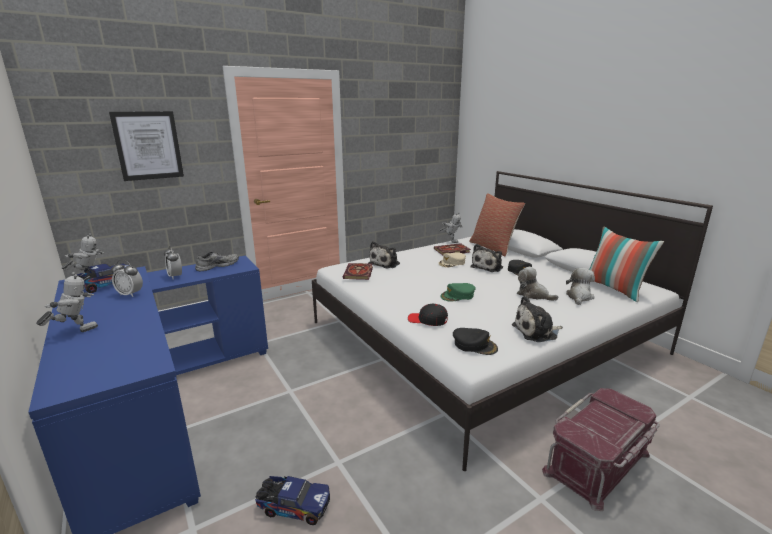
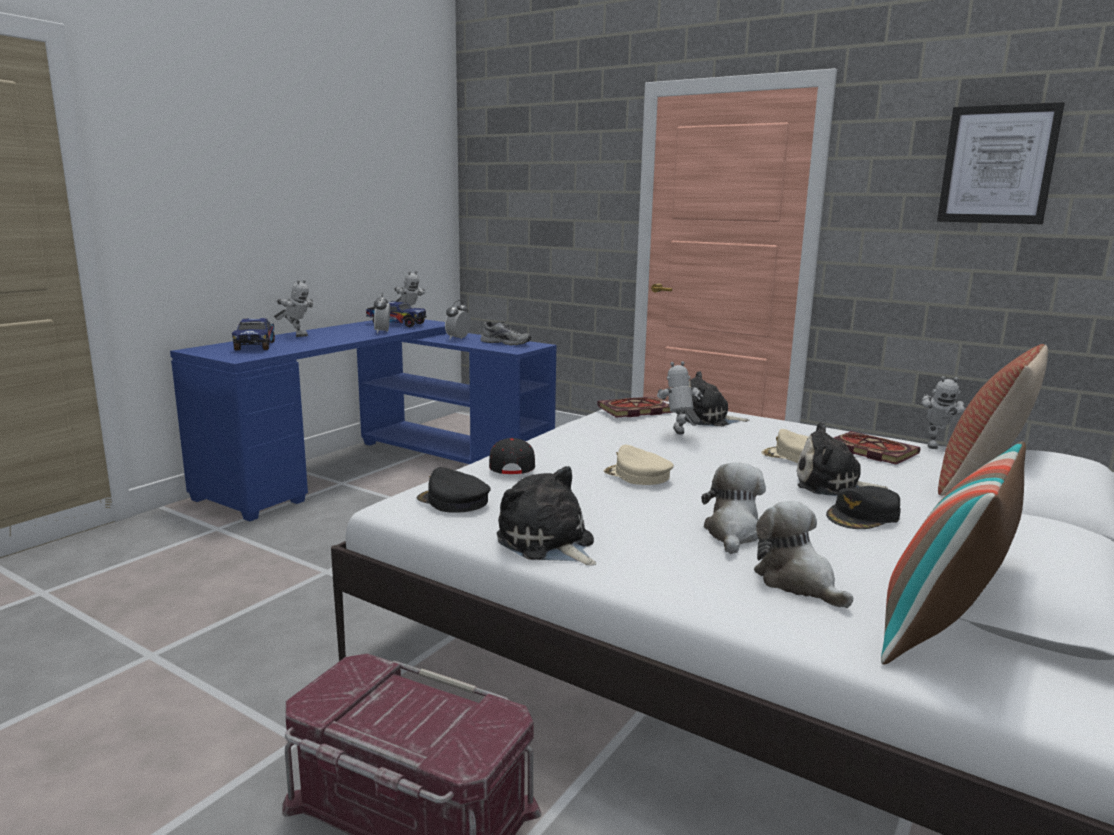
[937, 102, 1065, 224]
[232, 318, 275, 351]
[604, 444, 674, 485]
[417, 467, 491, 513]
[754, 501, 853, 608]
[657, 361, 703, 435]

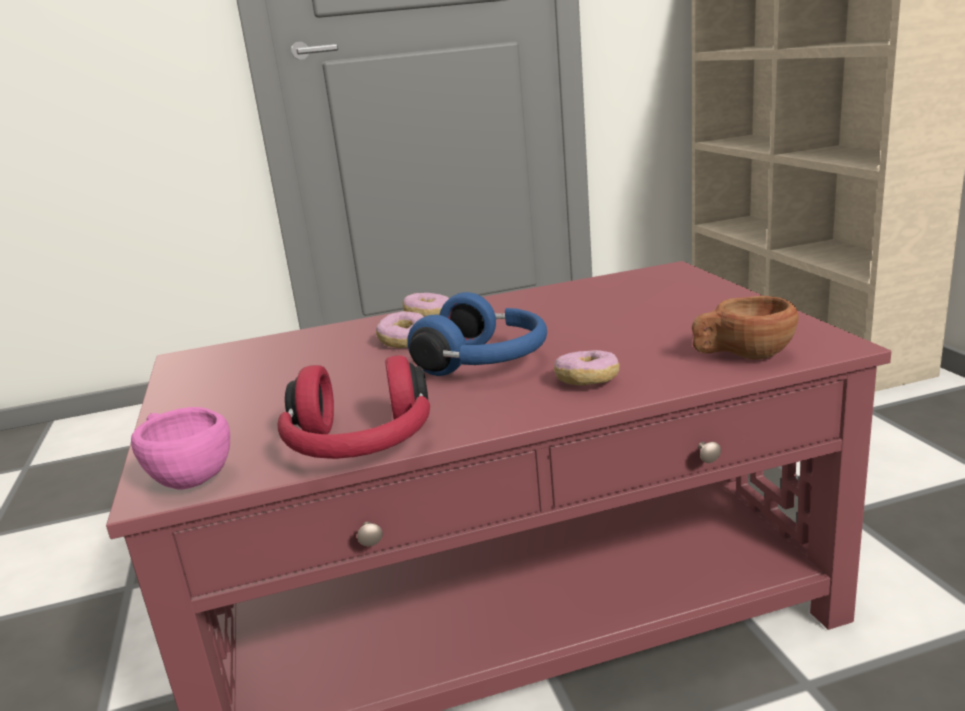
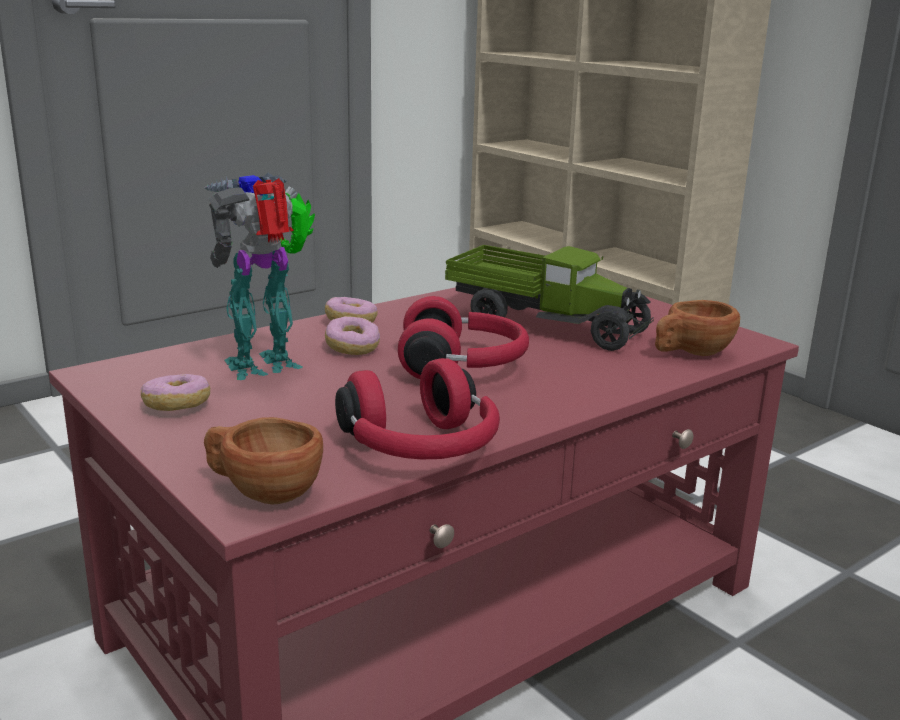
[204, 417, 323, 505]
[398, 296, 529, 379]
[141, 374, 210, 411]
[204, 173, 315, 380]
[445, 245, 654, 351]

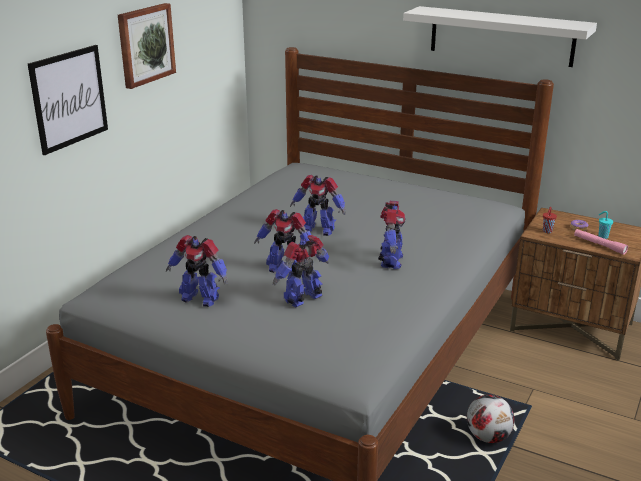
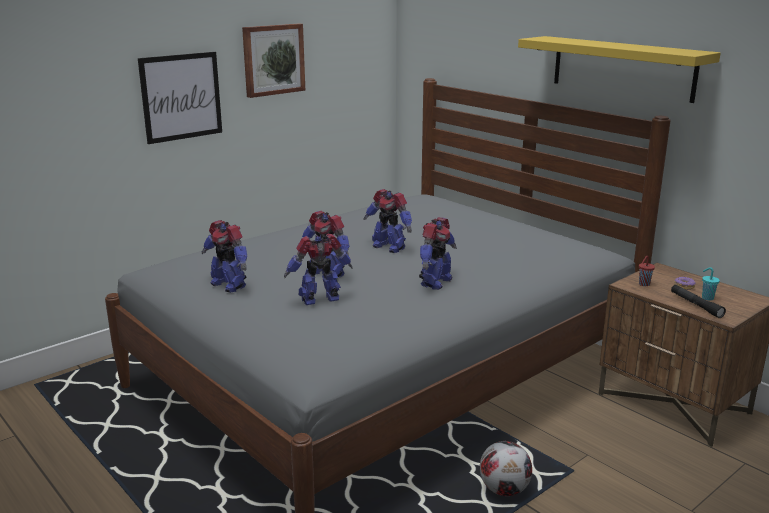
[518, 36, 721, 103]
[671, 285, 726, 318]

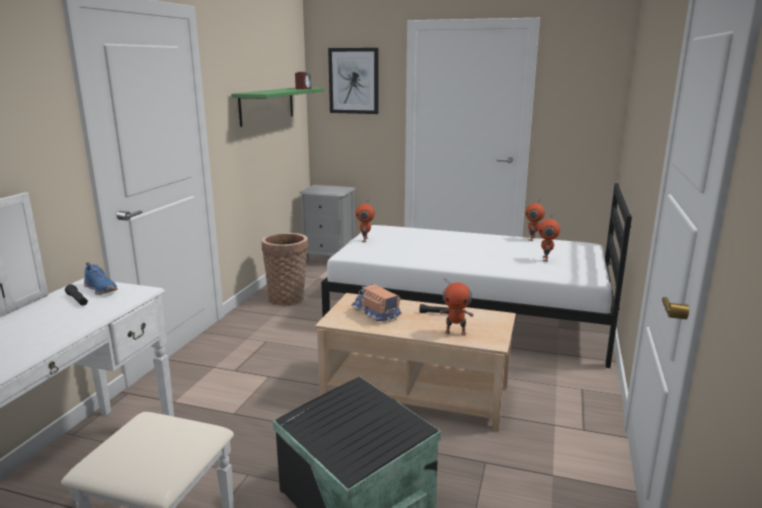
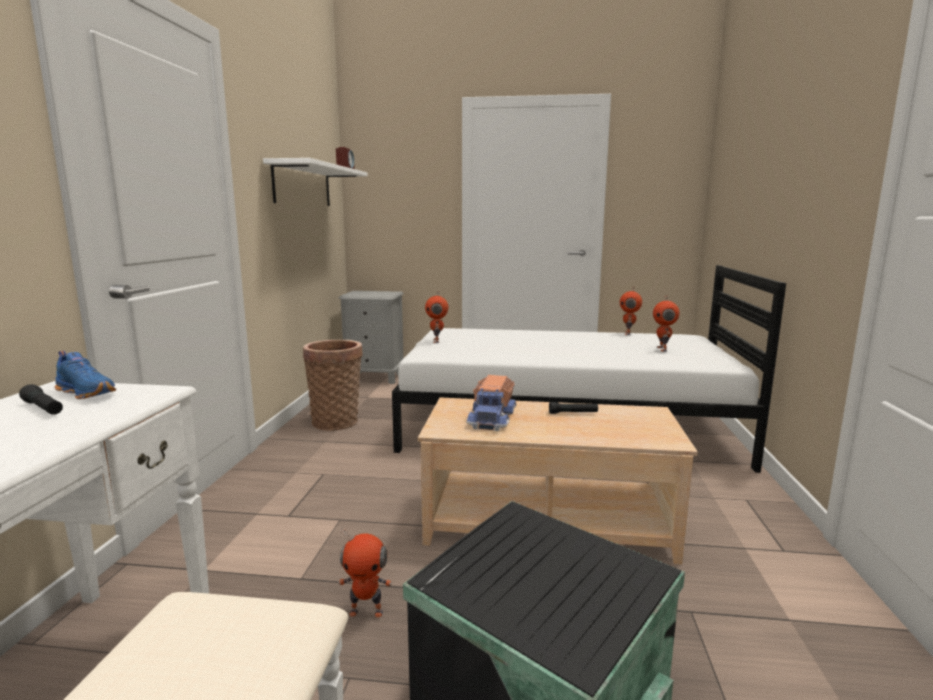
[263, 158, 368, 206]
[328, 48, 379, 114] (first image)
[466, 375, 516, 431]
[338, 527, 392, 617]

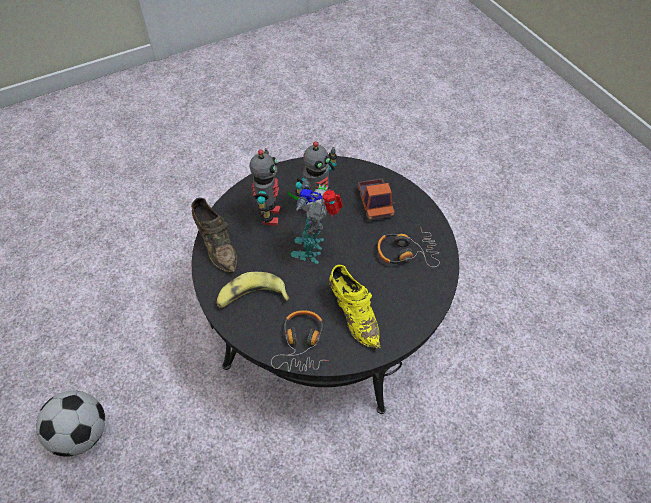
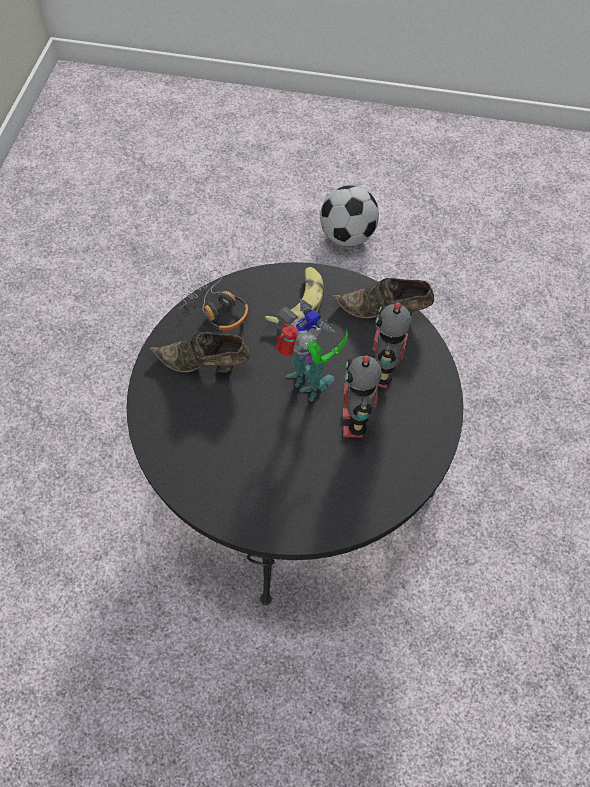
[372, 302, 412, 388]
[150, 332, 250, 373]
[358, 178, 395, 221] (first image)
[377, 226, 440, 267] (first image)

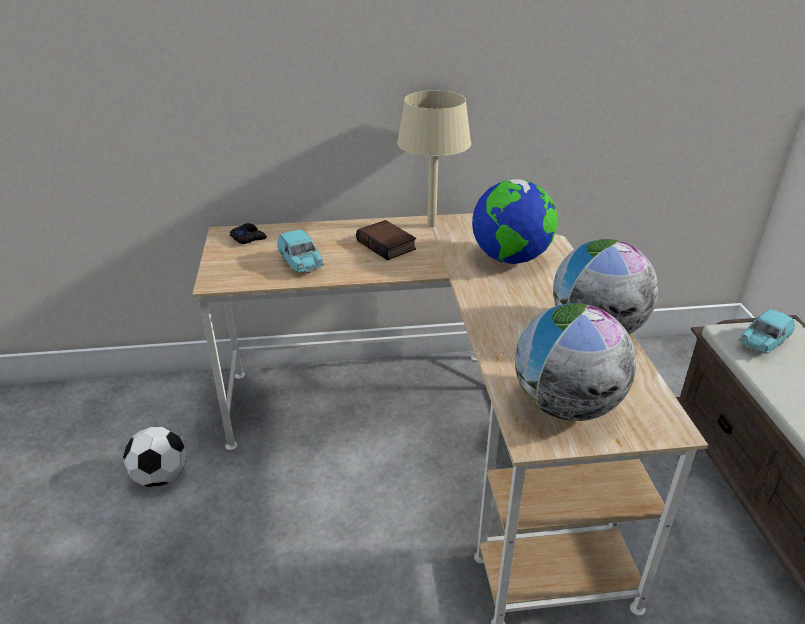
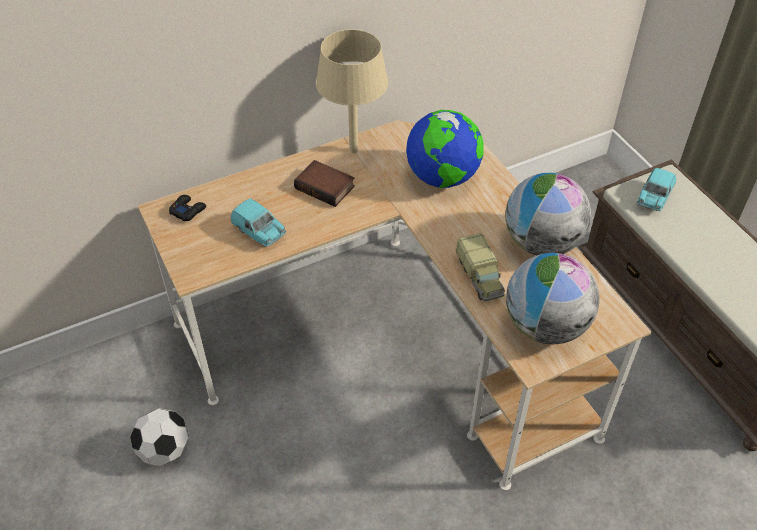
[456, 233, 505, 301]

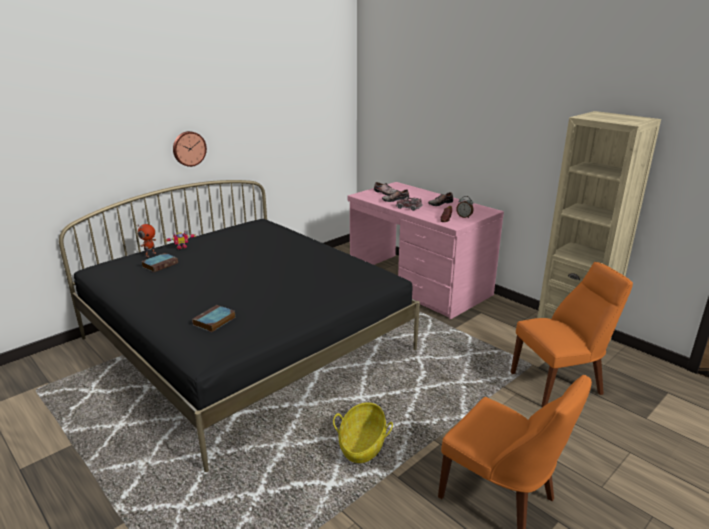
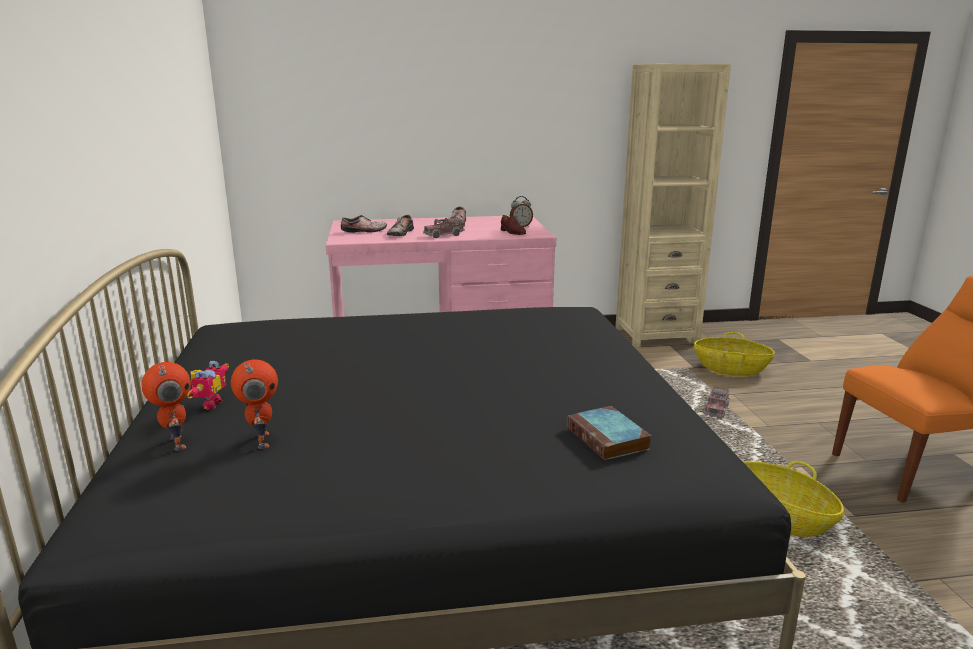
[231, 359, 278, 449]
[173, 131, 207, 167] (first image)
[694, 332, 775, 377]
[704, 387, 730, 418]

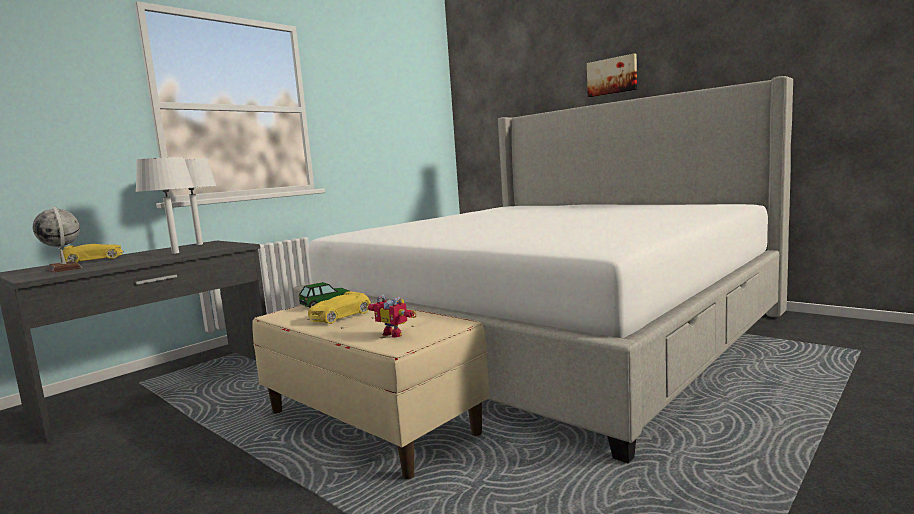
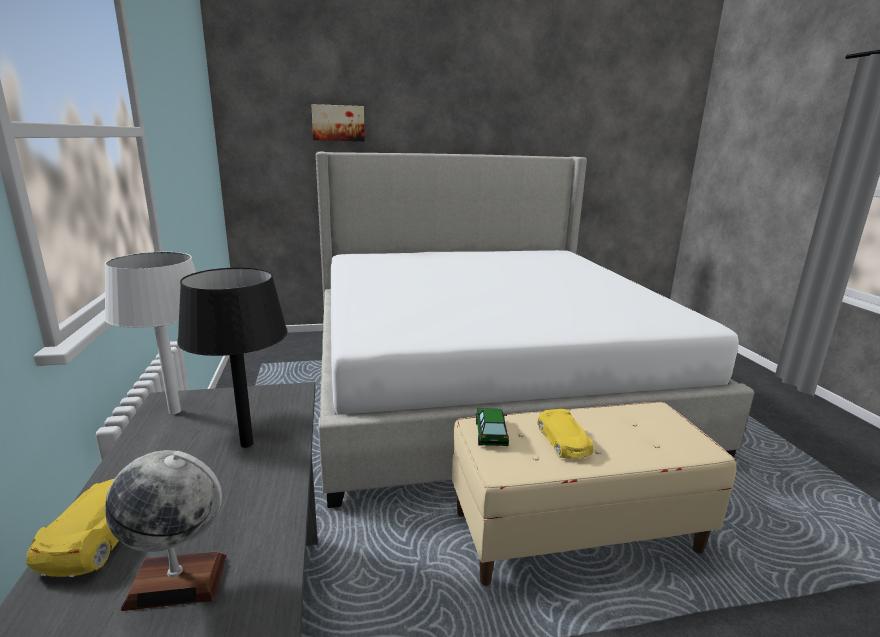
[177, 267, 288, 448]
[366, 295, 417, 338] (first image)
[311, 104, 365, 141]

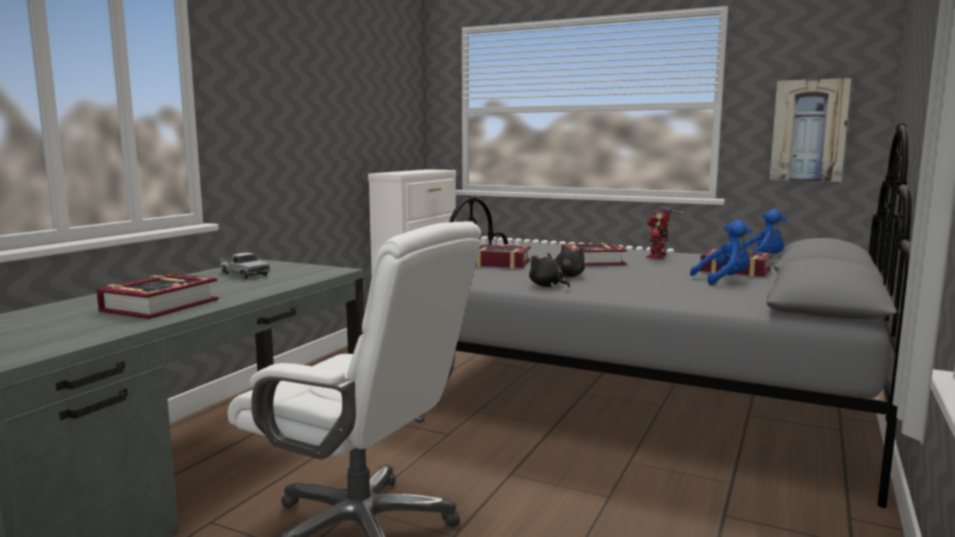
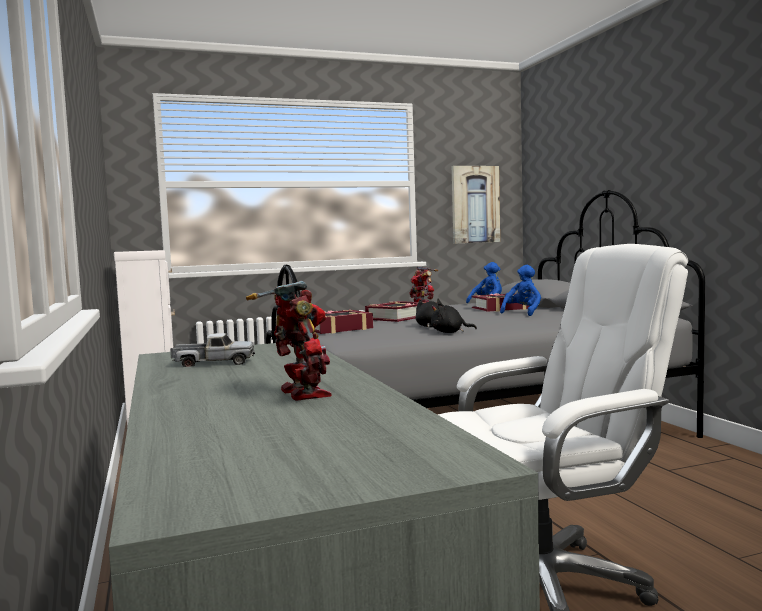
[246, 281, 332, 401]

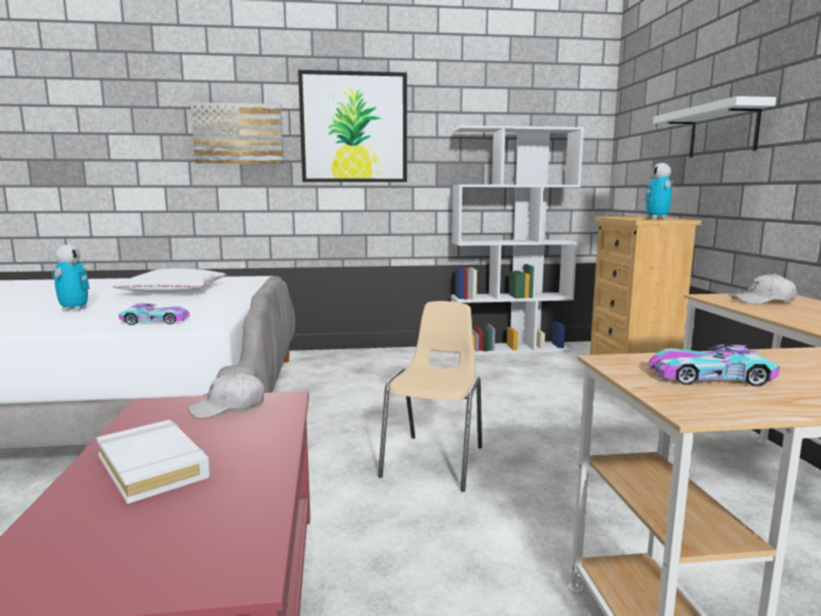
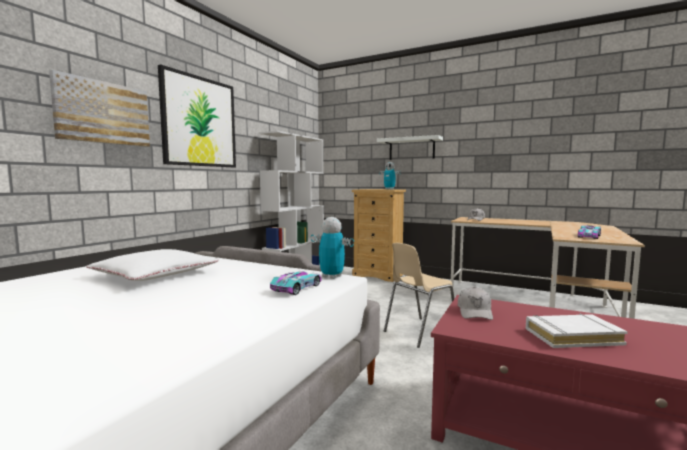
[311, 217, 354, 279]
[384, 243, 454, 348]

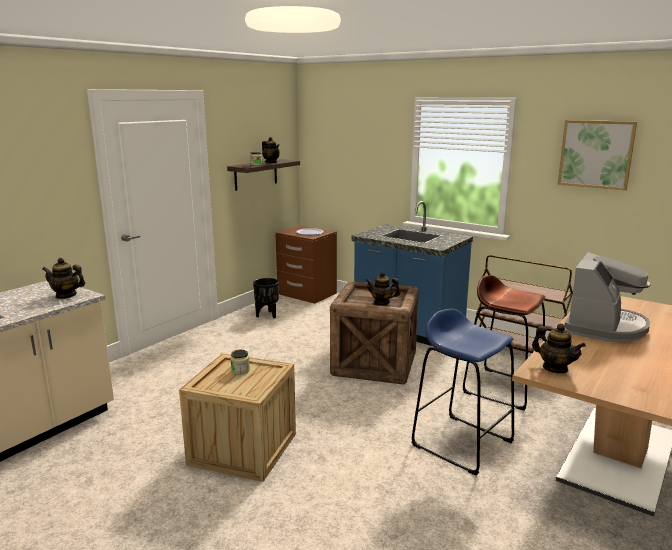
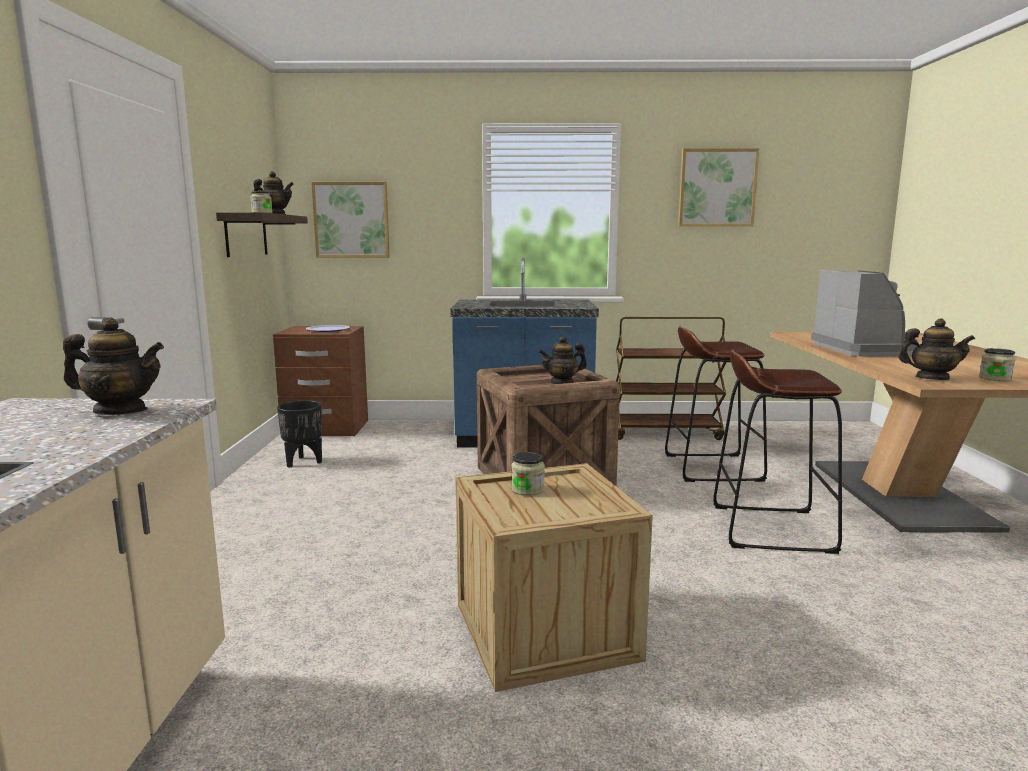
[63, 317, 164, 415]
[713, 349, 842, 554]
[311, 182, 390, 258]
[979, 348, 1016, 381]

